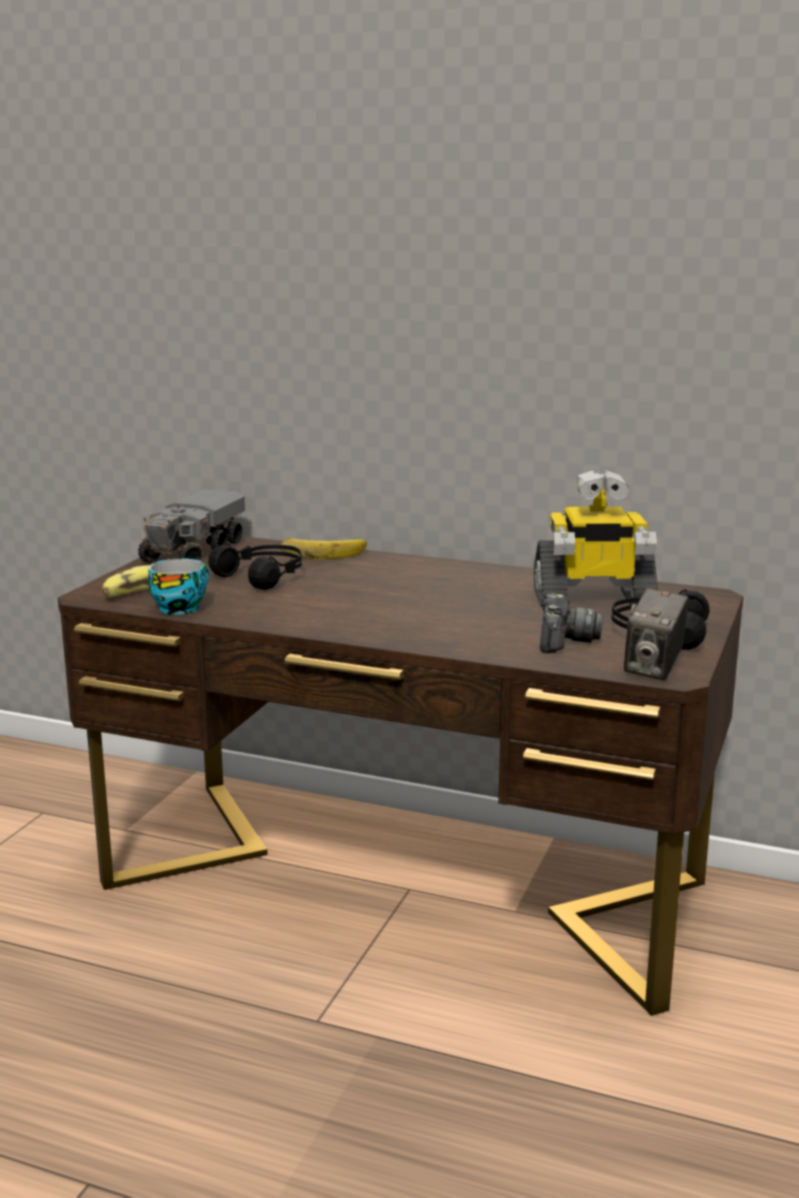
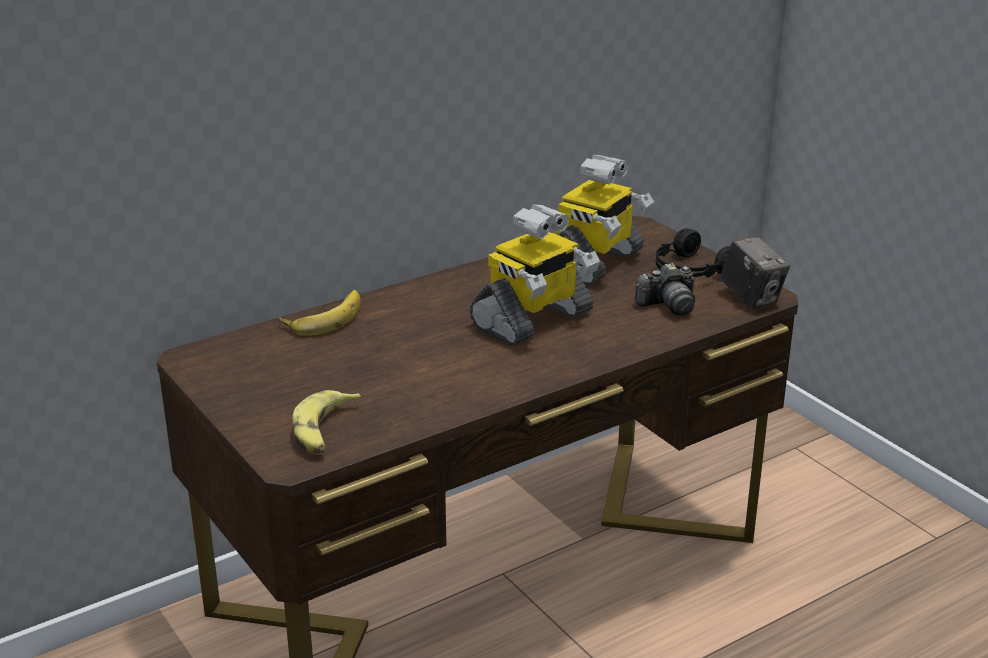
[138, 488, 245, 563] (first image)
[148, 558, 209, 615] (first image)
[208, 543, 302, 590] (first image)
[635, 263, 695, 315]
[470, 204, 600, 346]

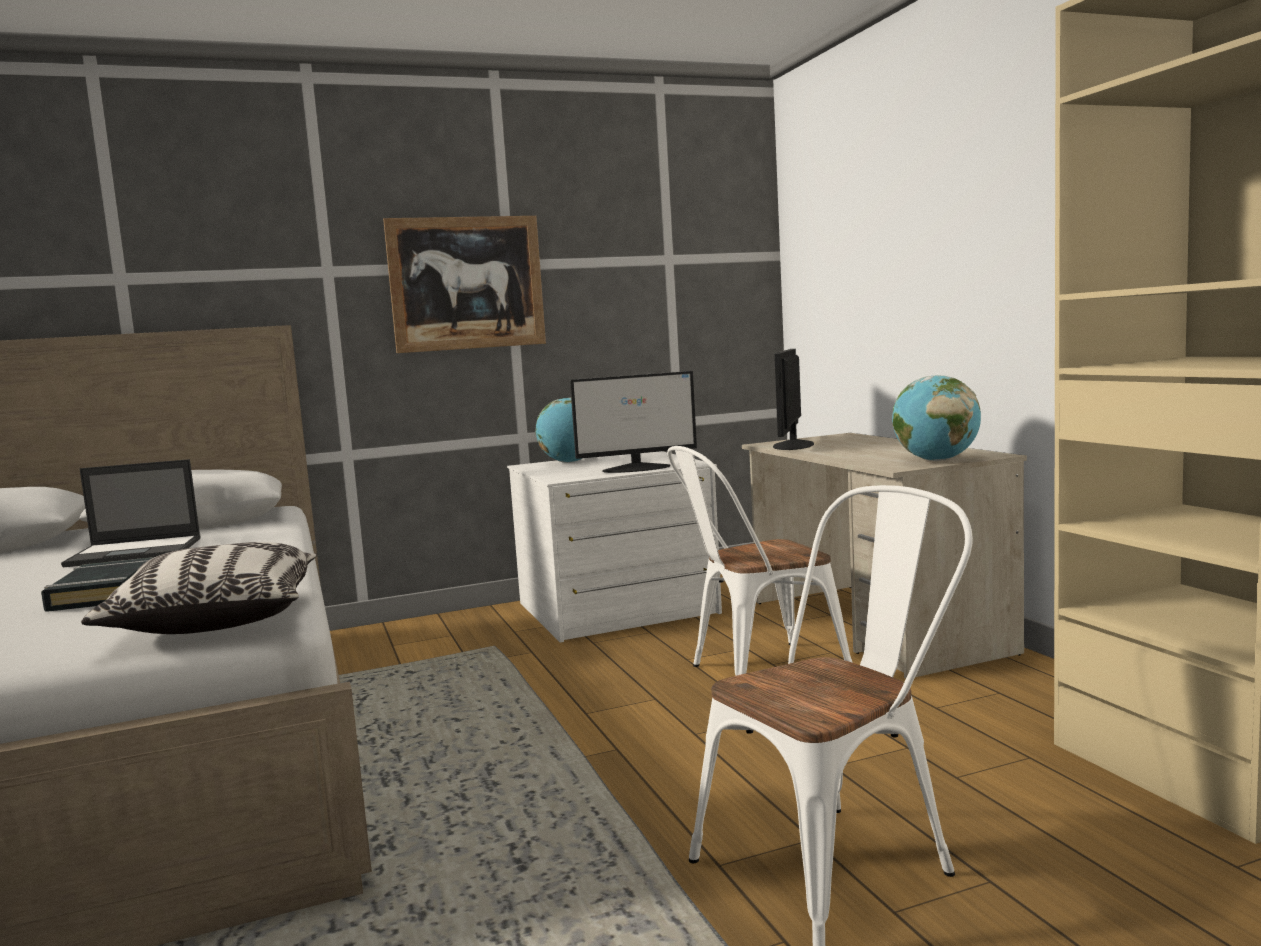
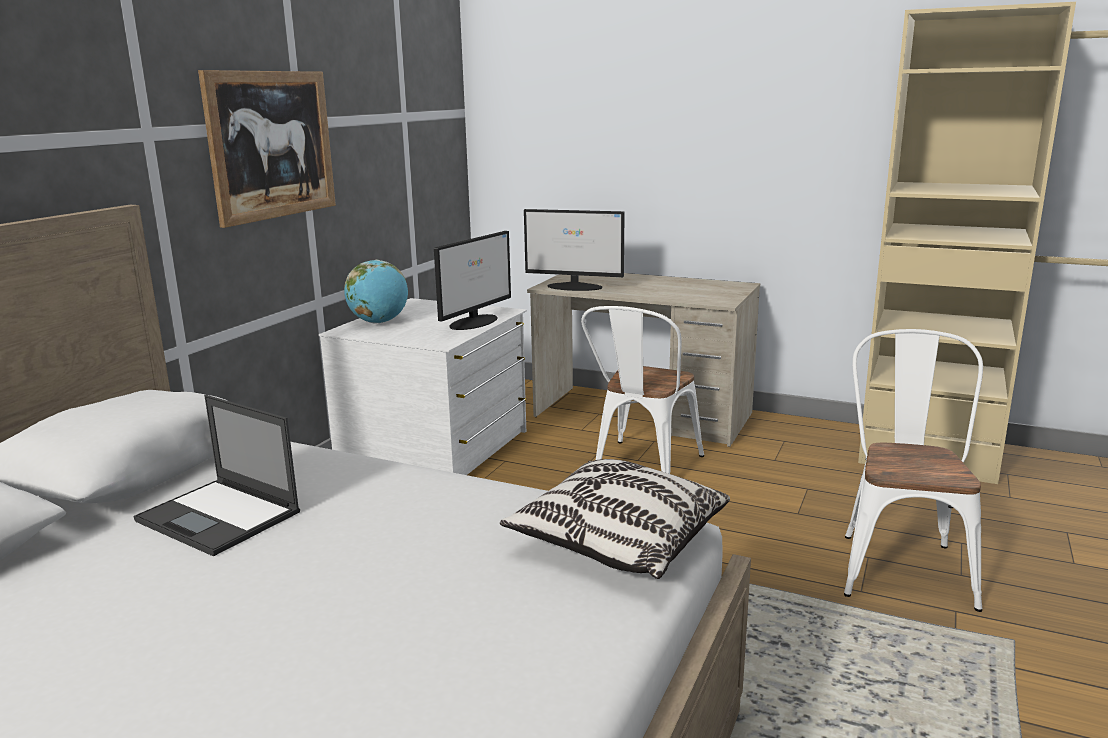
[41, 557, 153, 612] (first image)
[134, 395, 300, 556]
[524, 209, 625, 291]
[892, 375, 981, 461] (first image)

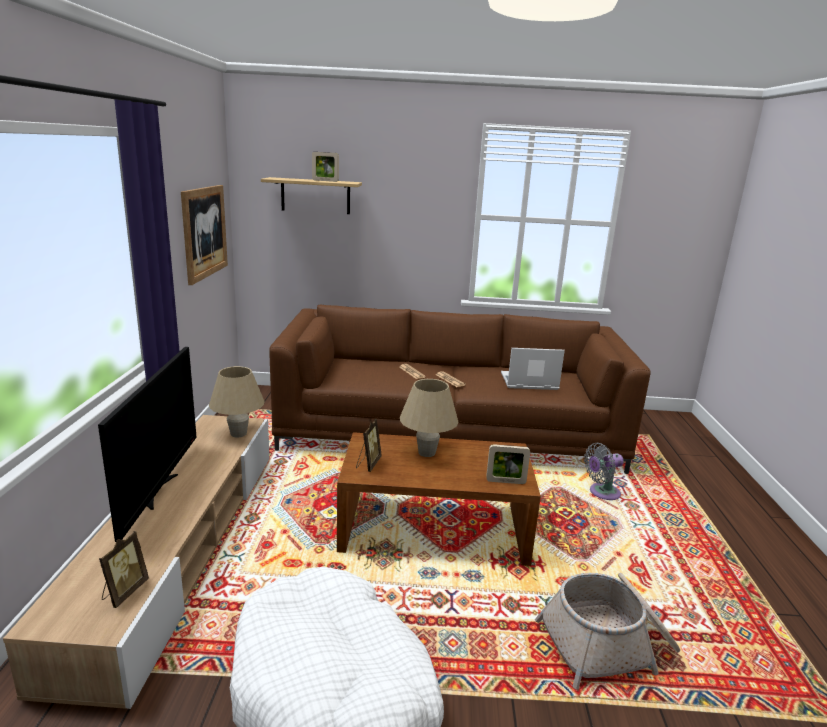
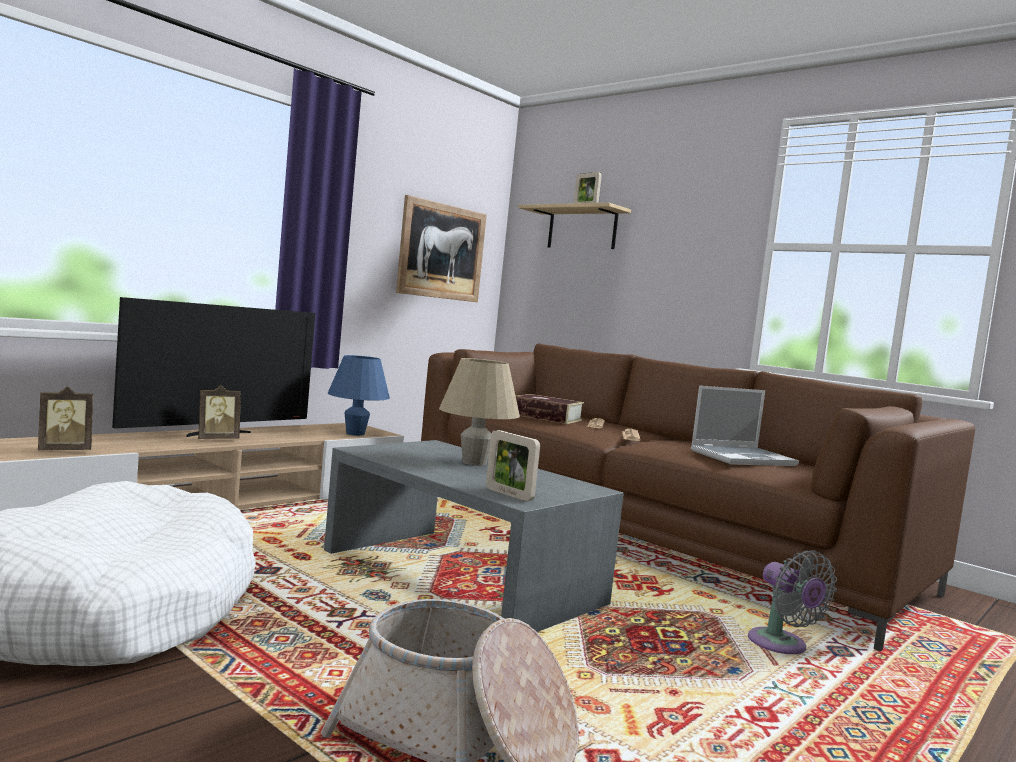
[328, 355, 390, 436]
[324, 440, 624, 632]
[198, 385, 241, 439]
[691, 386, 799, 466]
[748, 550, 837, 654]
[516, 394, 584, 424]

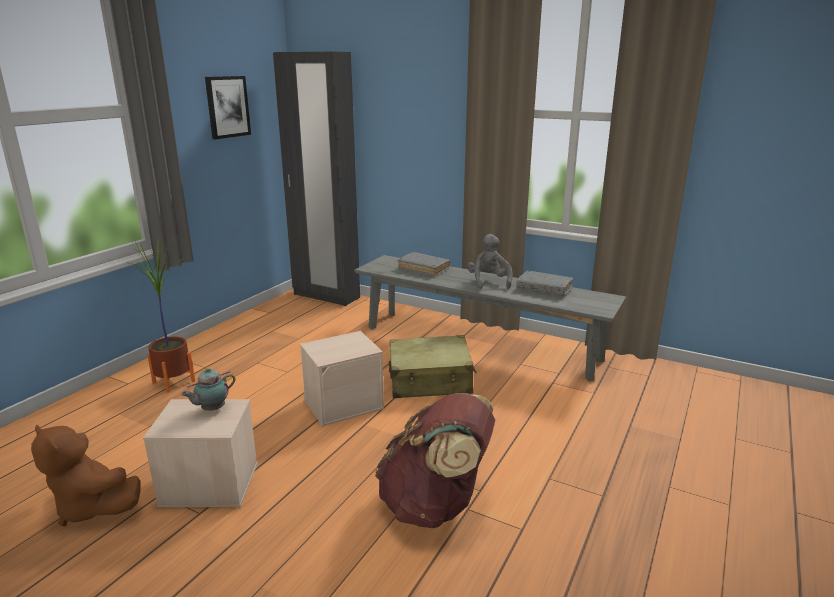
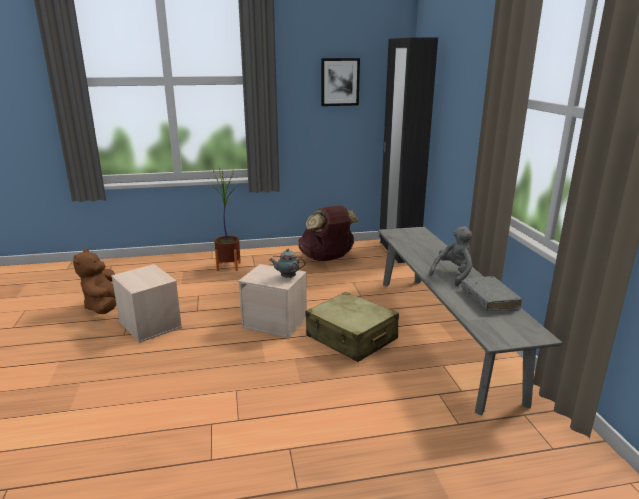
[269, 249, 306, 278]
[298, 205, 359, 261]
[398, 252, 450, 276] (first image)

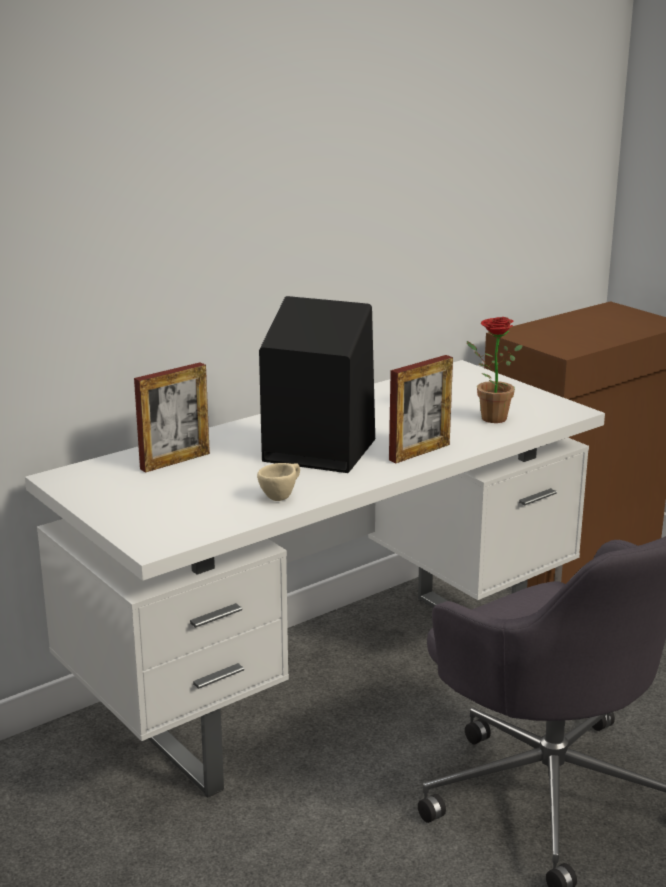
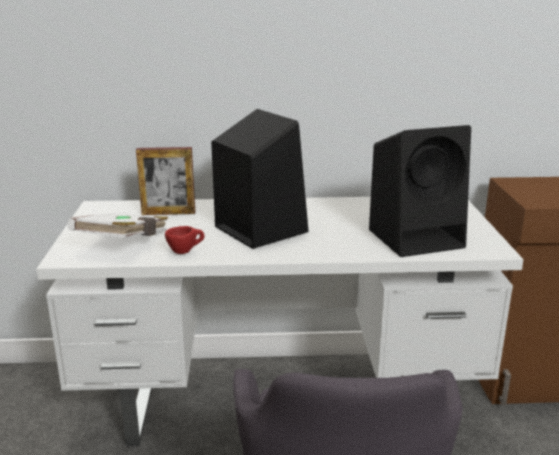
[165, 226, 204, 254]
[389, 355, 453, 463] (first image)
[369, 125, 471, 257]
[68, 213, 168, 239]

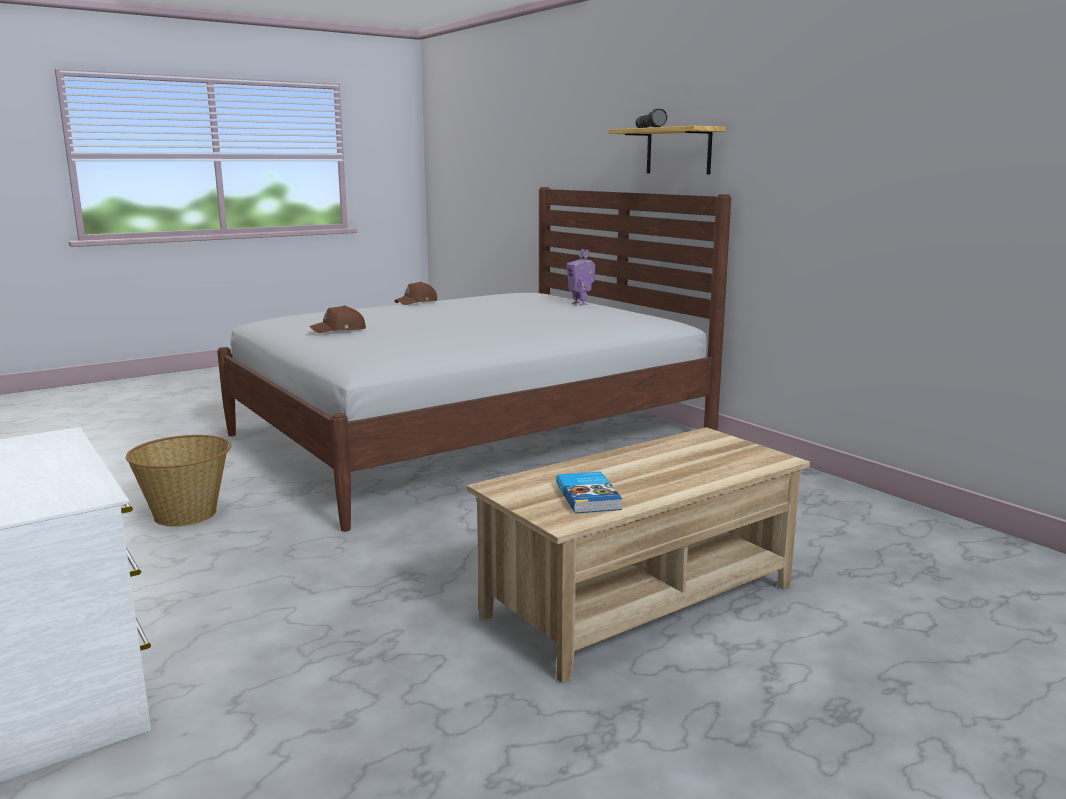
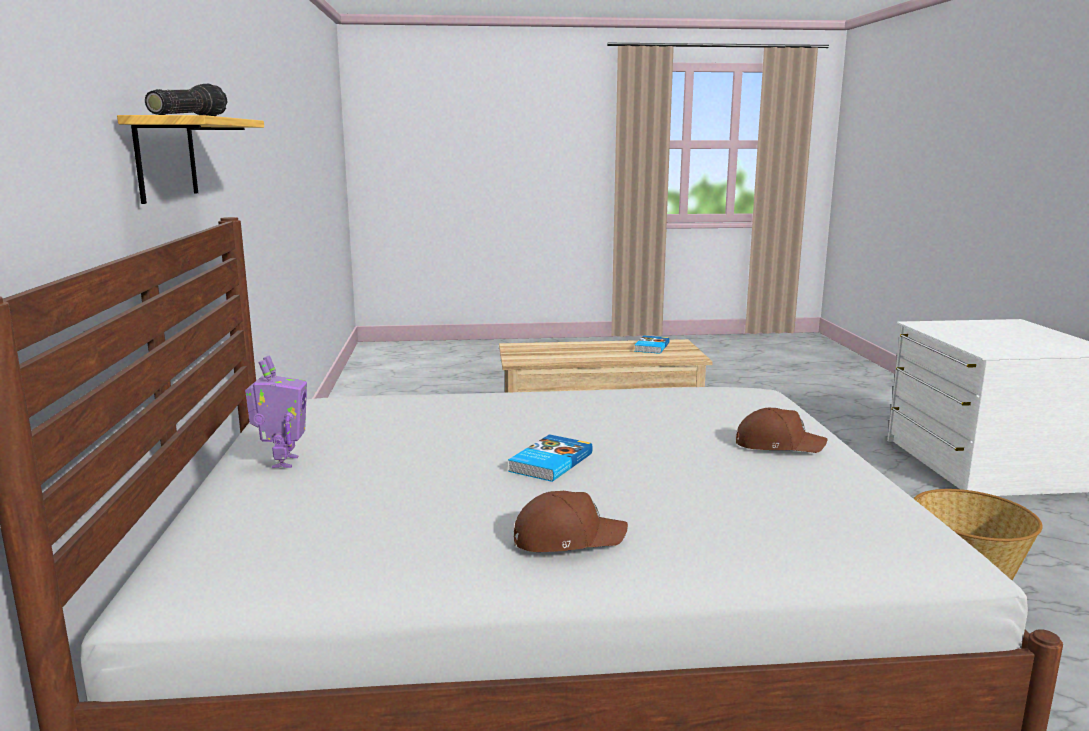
[508, 434, 593, 482]

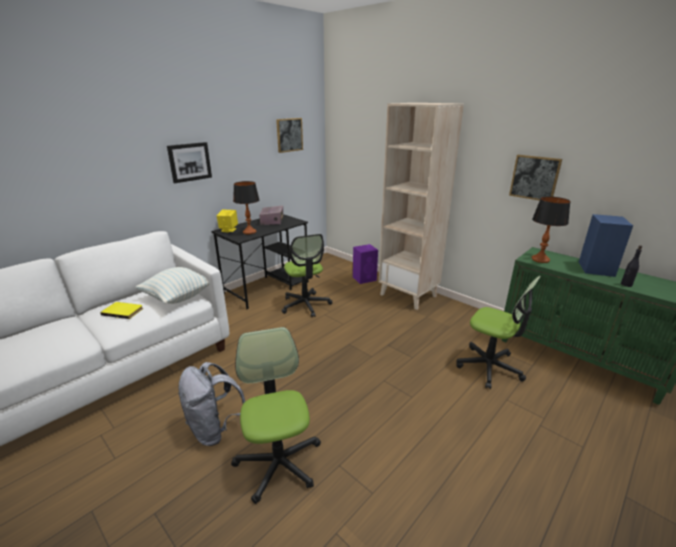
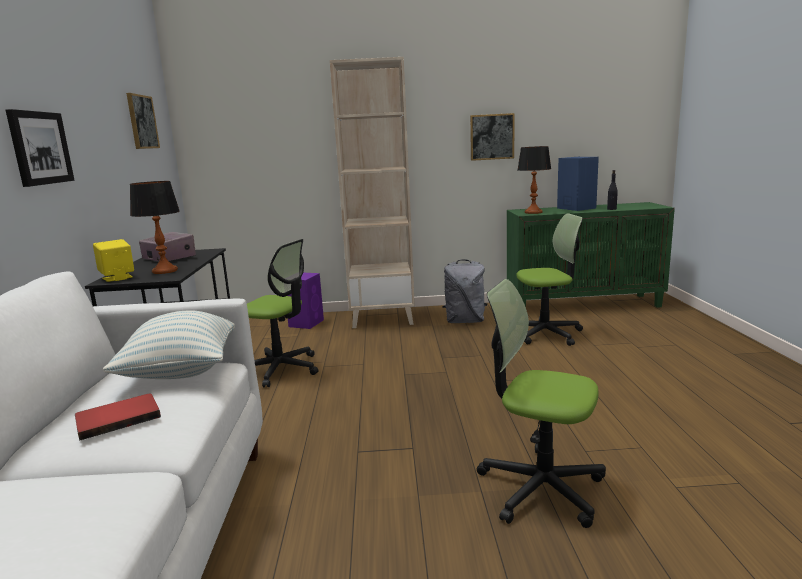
[75, 393, 161, 441]
[442, 259, 487, 323]

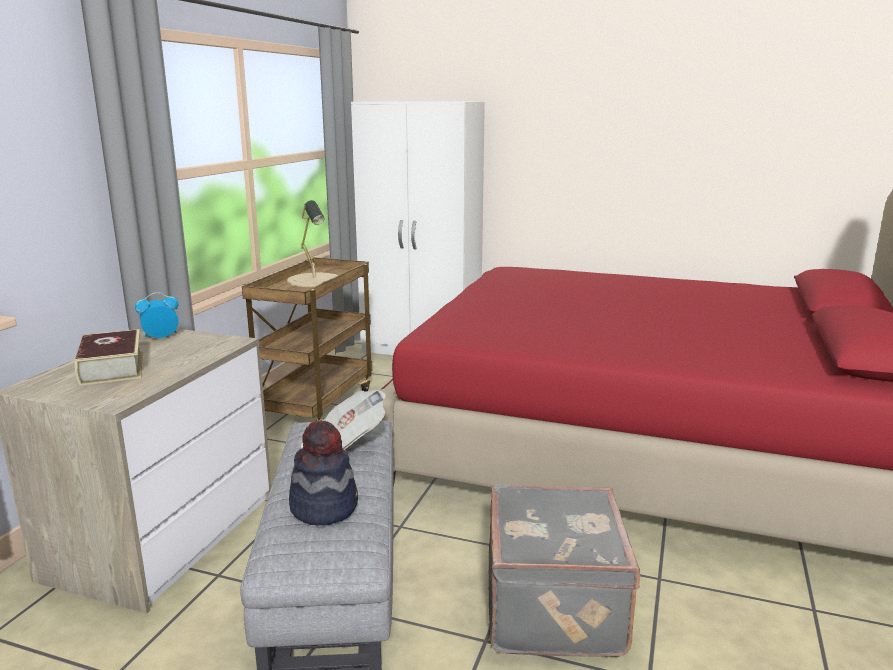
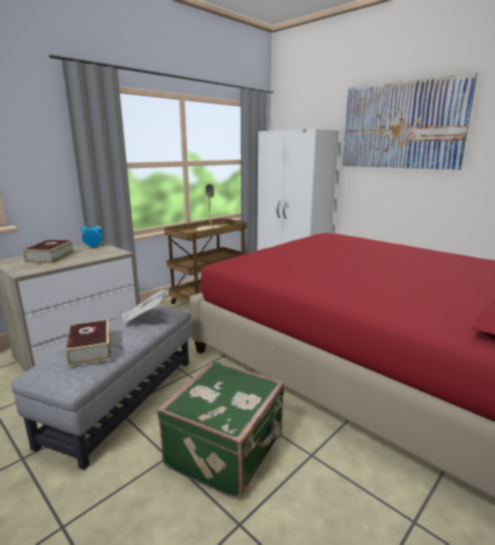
[66, 319, 111, 366]
[157, 360, 284, 499]
[343, 72, 478, 170]

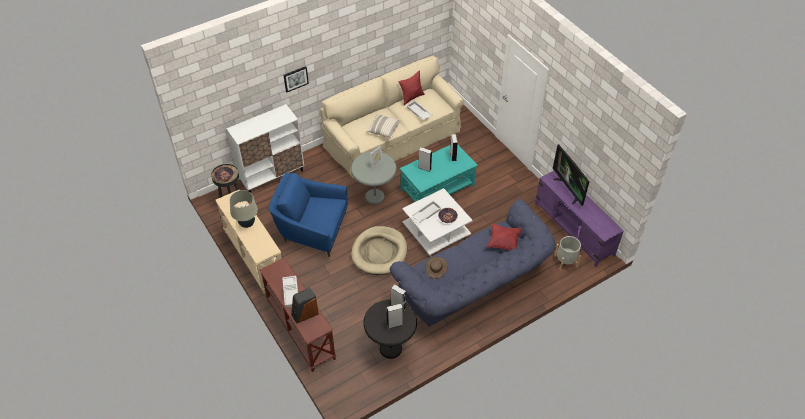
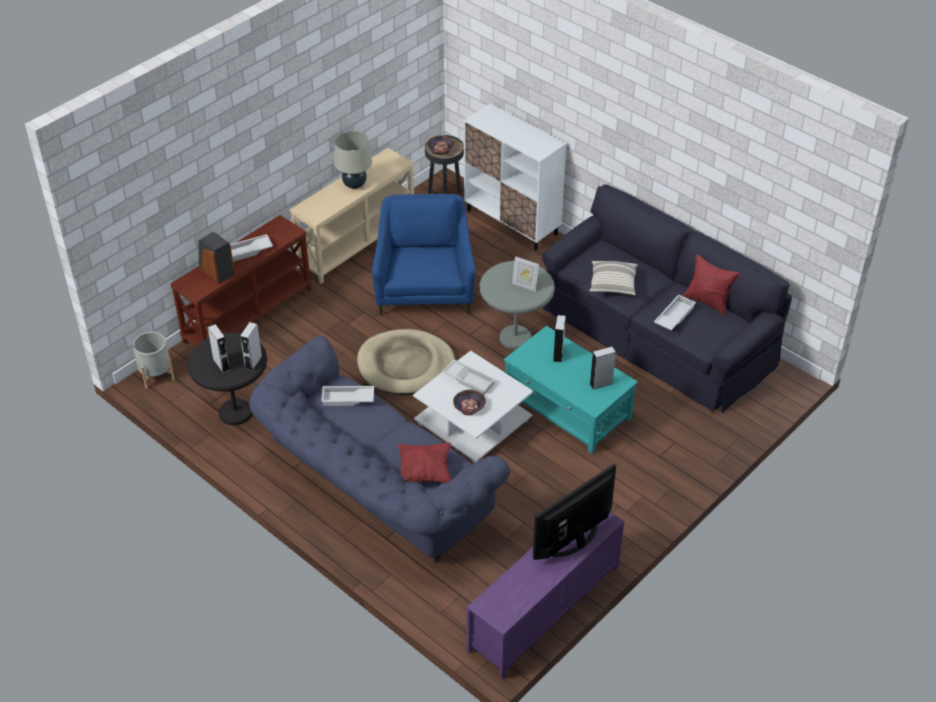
[284, 66, 309, 92] (first image)
[542, 184, 792, 413]
[321, 386, 374, 406]
[133, 332, 175, 389]

